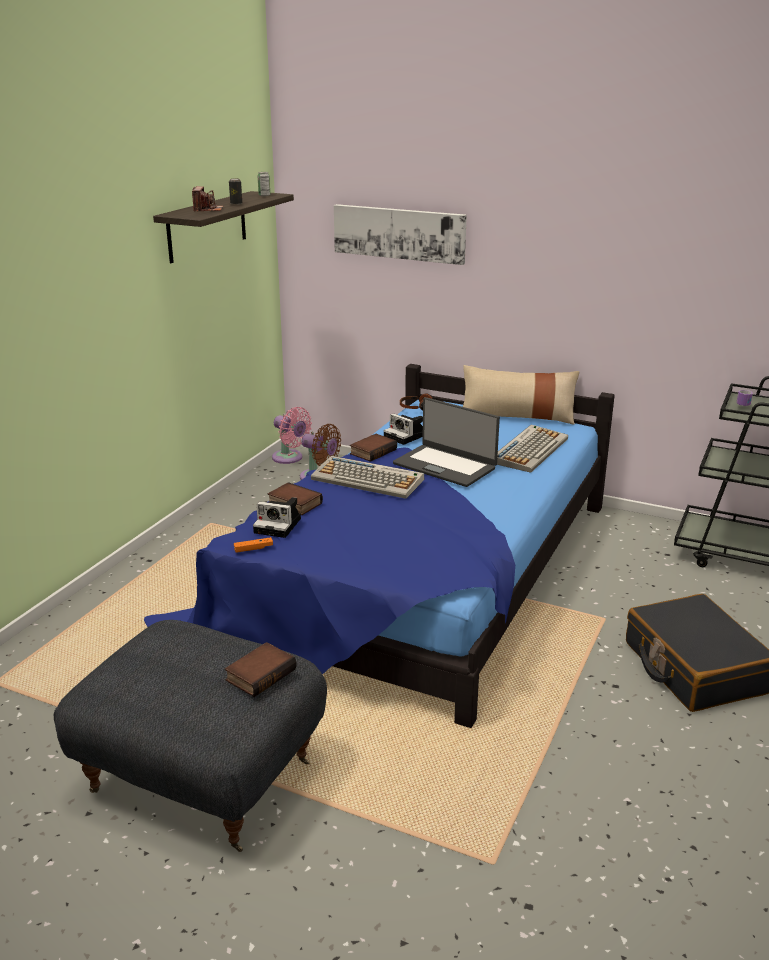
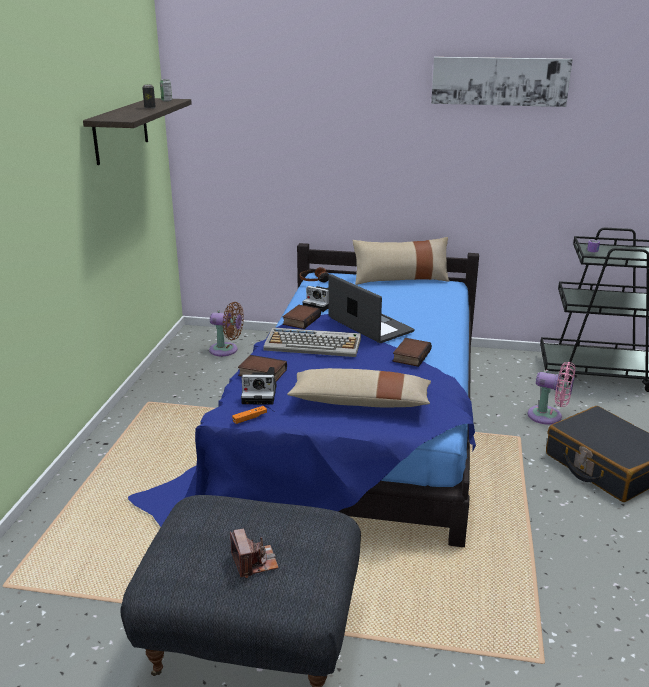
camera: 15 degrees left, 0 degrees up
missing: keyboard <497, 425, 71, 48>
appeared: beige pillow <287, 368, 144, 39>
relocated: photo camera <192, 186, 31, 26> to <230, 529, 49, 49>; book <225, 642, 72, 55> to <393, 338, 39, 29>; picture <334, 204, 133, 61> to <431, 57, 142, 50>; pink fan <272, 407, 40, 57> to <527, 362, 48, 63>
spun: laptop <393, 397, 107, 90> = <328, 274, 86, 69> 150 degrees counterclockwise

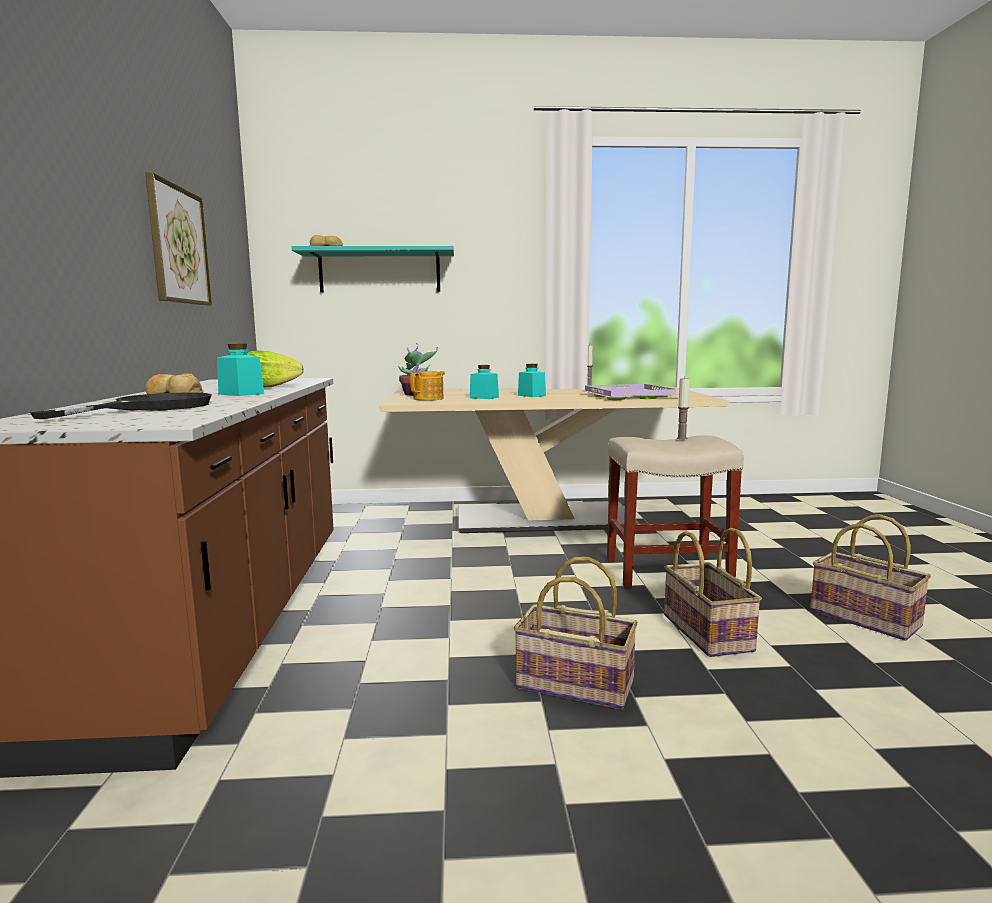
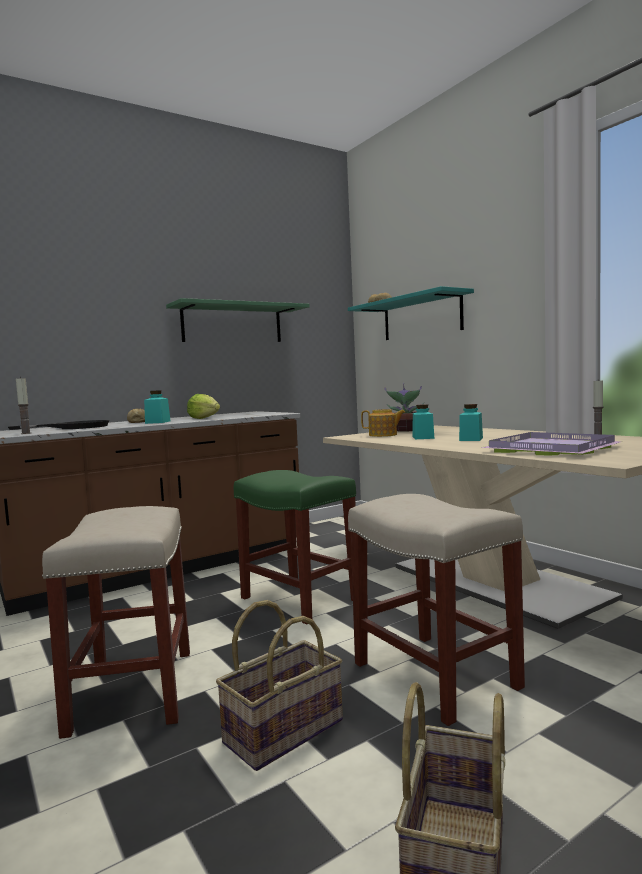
camera: 60 degrees right, 5 degrees down
appeared: green stool <234, 470, 122, 154>
relocated: candle <677, 378, 13, 61> to <16, 377, 15, 57>
exchanged: basket <514, 557, 124, 153> to beige stool <42, 506, 148, 233>; picture <146, 172, 66, 134> to green shelf <166, 298, 144, 44>

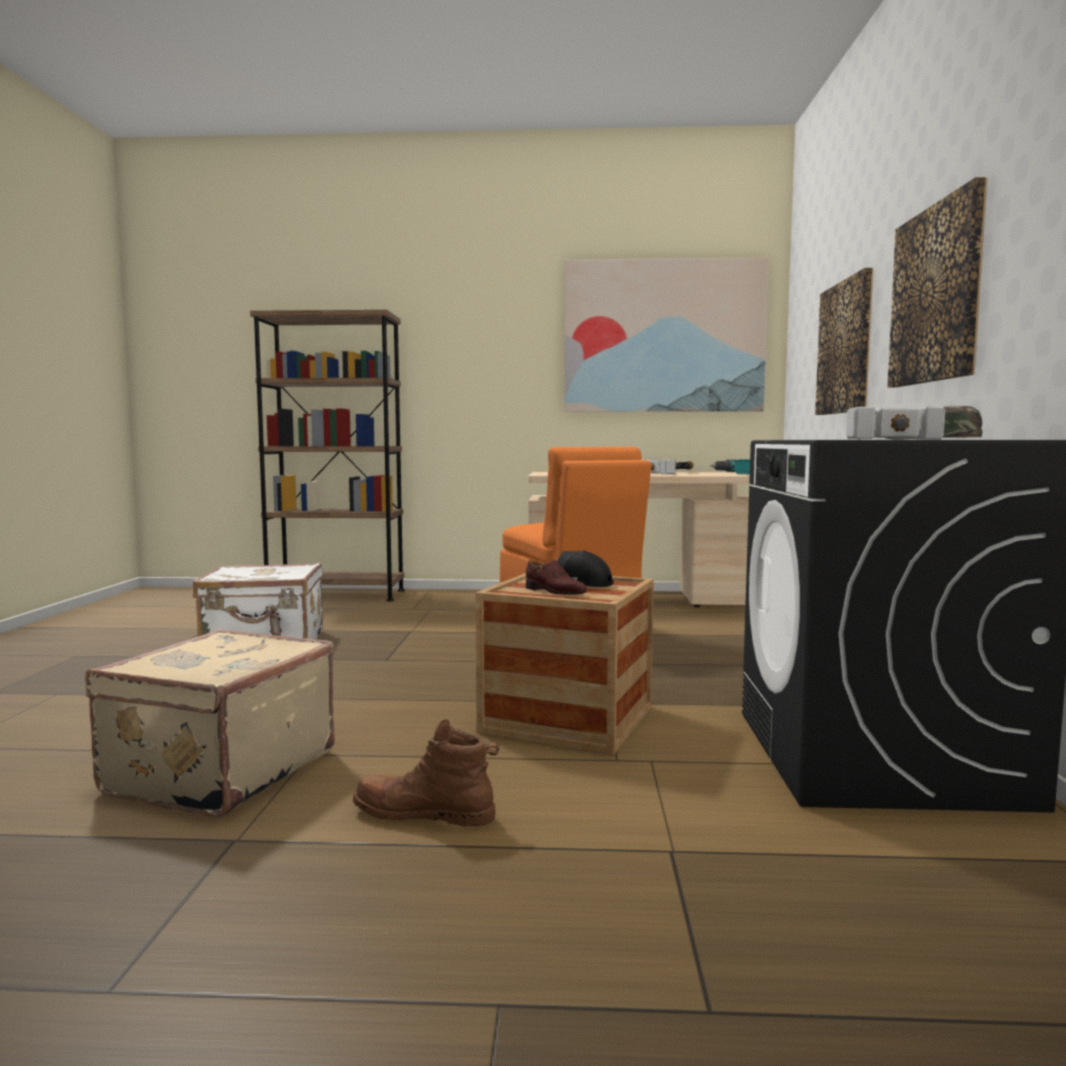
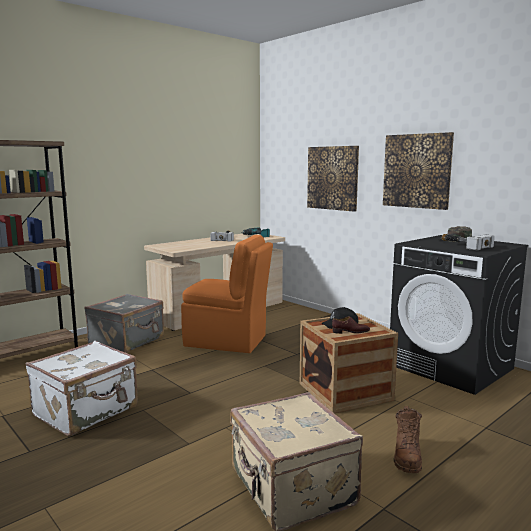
camera: 45 degrees left, 5 degrees up
missing: picture <565, 257, 204, 155>
appeared: grey suitcase <84, 294, 80, 59>
spun: brown boot <353, 719, 147, 108> = <394, 406, 28, 67> 45 degrees counterclockwise

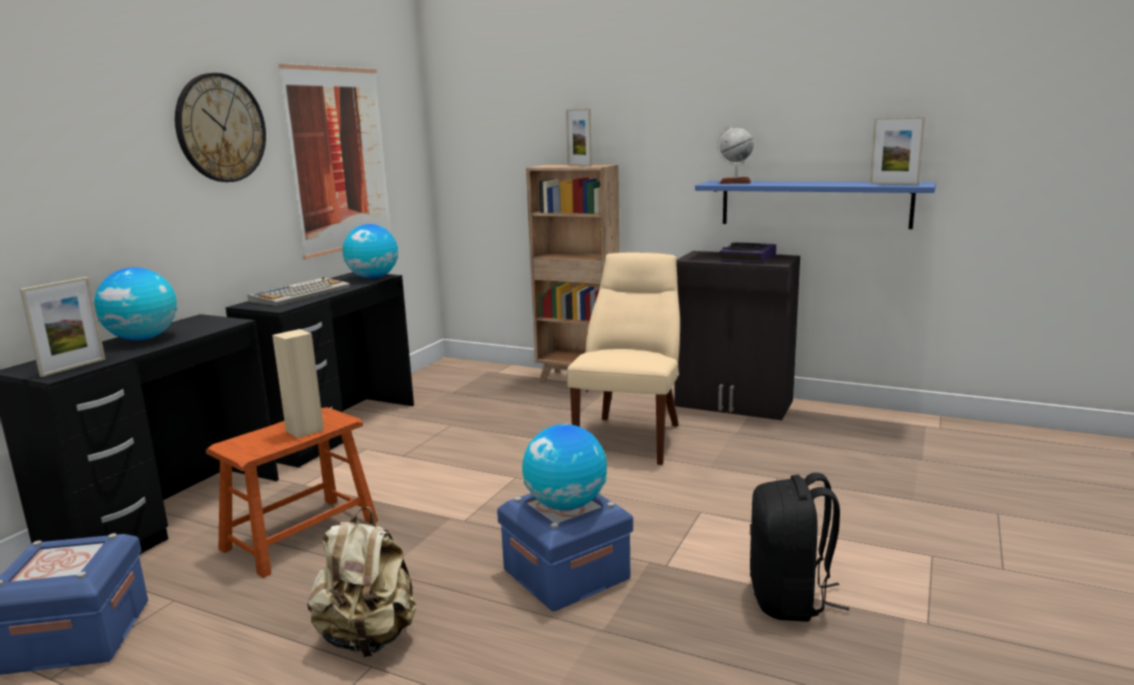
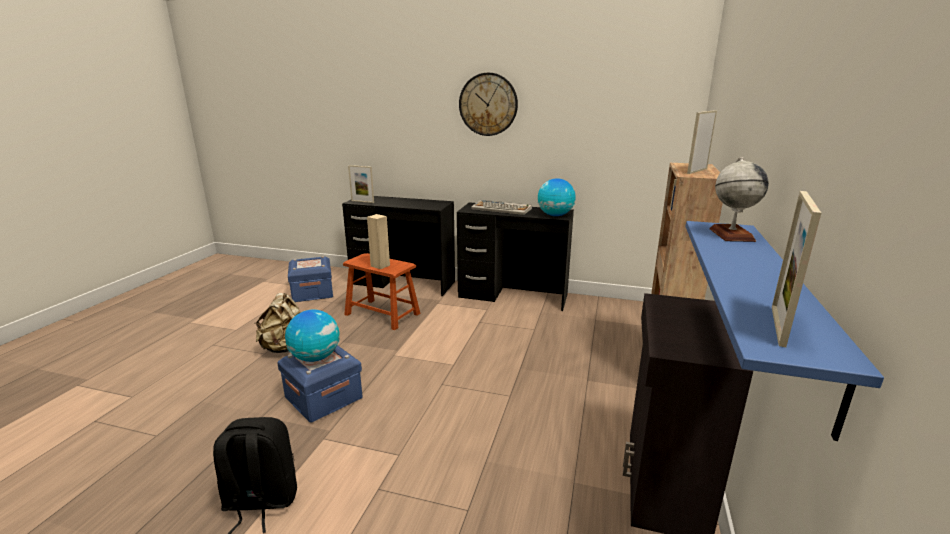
camera: 80 degrees right, 5 degrees up
missing: globe <94, 267, 84, 73>; picture <278, 63, 113, 196>; beige chair <567, 252, 113, 213>; book <719, 242, 57, 21>

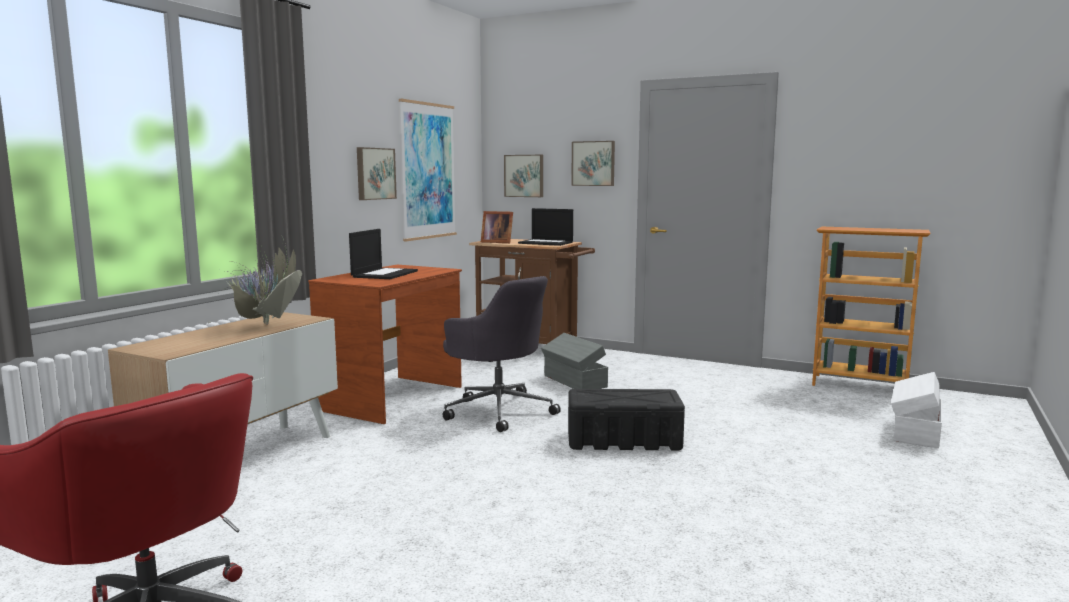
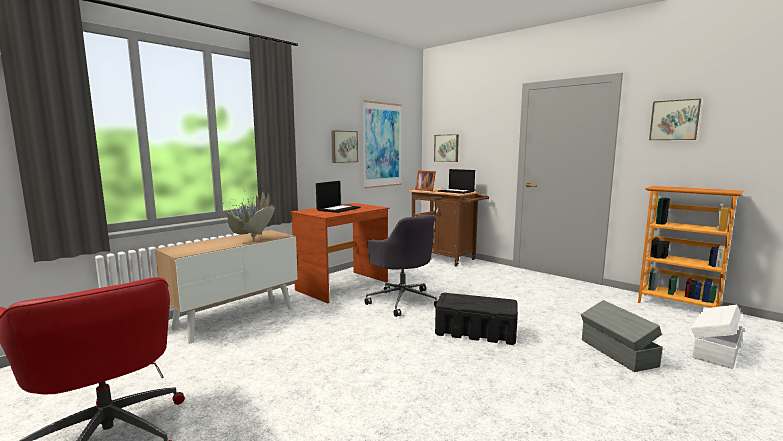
camera: 15 degrees right, 0 degrees up
relocated: grey storage box <541, 333, 67, 56> to <581, 300, 82, 72>; picture <571, 141, 44, 45> to <649, 98, 52, 42>

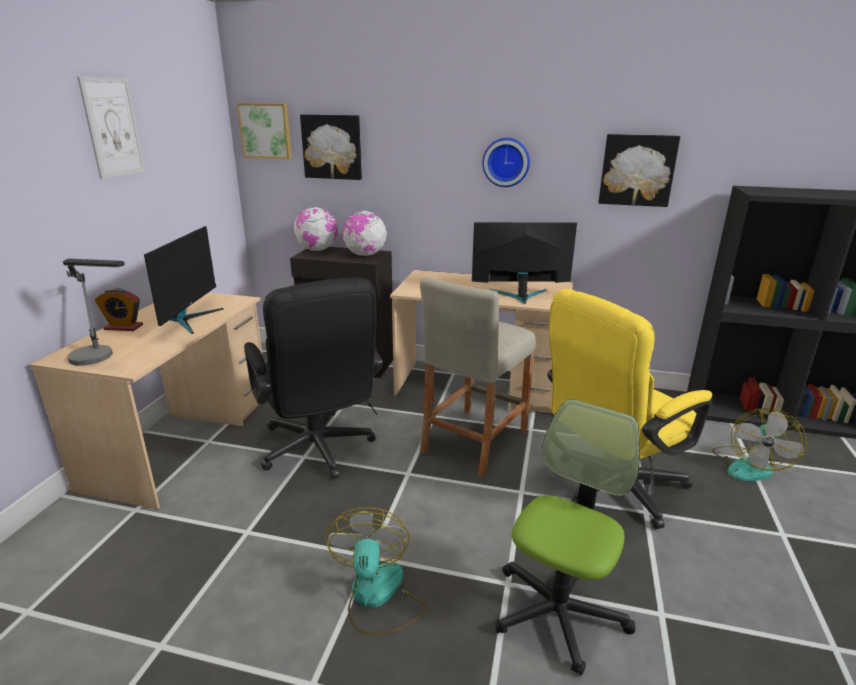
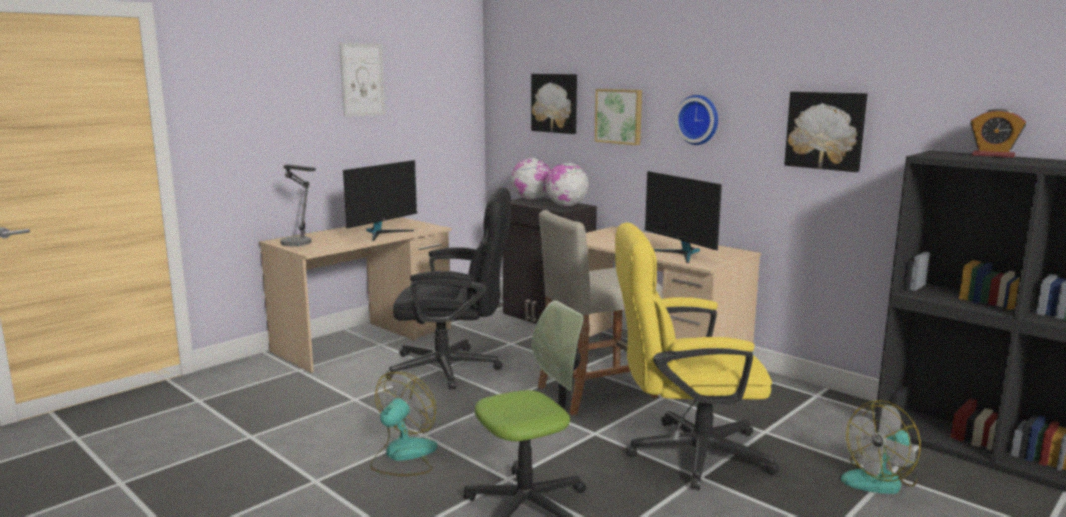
camera: 30 degrees right, 10 degrees down
relocated: picture <237, 103, 55, 56> to <595, 89, 47, 56>; alarm clock <95, 288, 48, 43> to <970, 108, 56, 50>
spun: black office chair <244, 277, 139, 202> = <386, 187, 125, 203> 90 degrees counterclockwise; monitor <472, 222, 105, 82> = <645, 171, 77, 92> 150 degrees counterclockwise

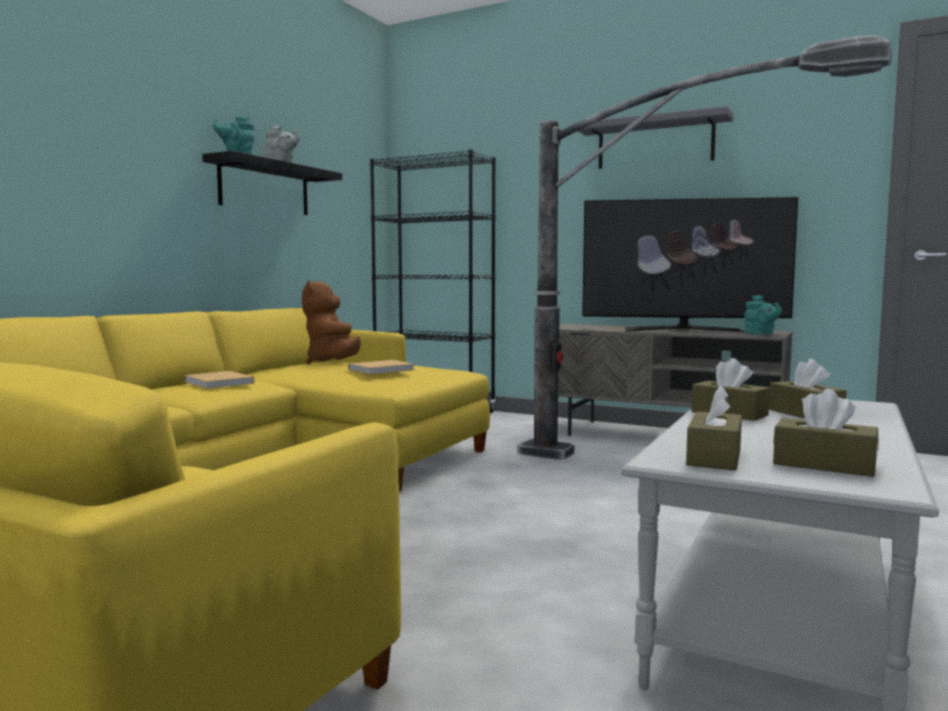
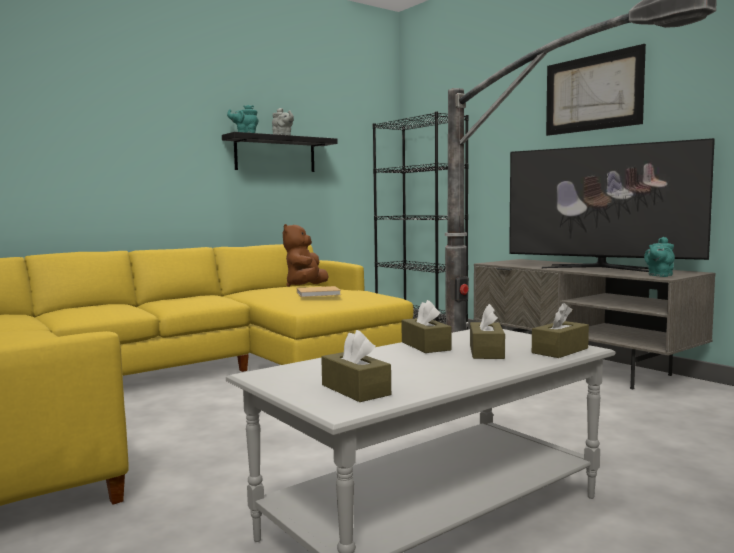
camera: 25 degrees right, 0 degrees up
missing: beige book <184, 371, 70, 18>
relocated: brown tissue box <686, 385, 56, 85> to <532, 303, 57, 55>
exchanged: grey shelf <574, 106, 159, 63> to picture <546, 44, 100, 92>
spun: turquoise teapot <744, 295, 38, 40> = <644, 237, 31, 40> 45 degrees clockwise

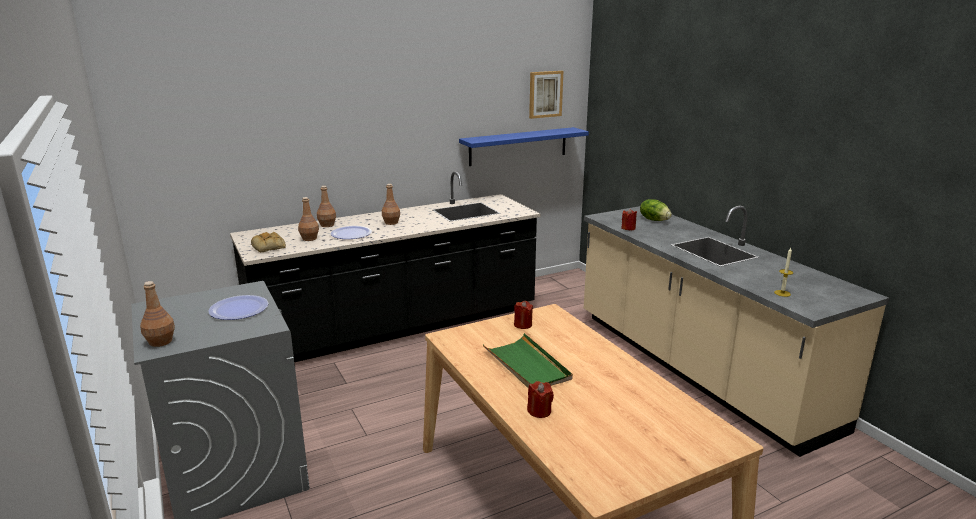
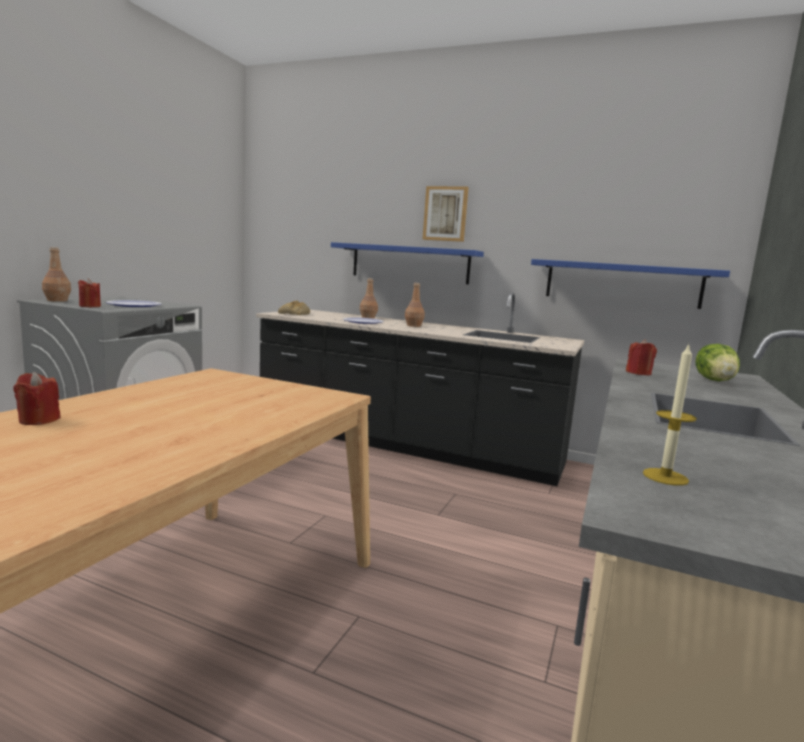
camera: 50 degrees right, 10 degrees down
missing: brown bottle <298, 197, 21, 44>; green tray <483, 333, 90, 55>
appeared: blue shelf <331, 242, 153, 42>
relocated: red candle <514, 301, 19, 28> to <78, 279, 23, 28>; picture <529, 71, 34, 48> to <423, 186, 46, 56>

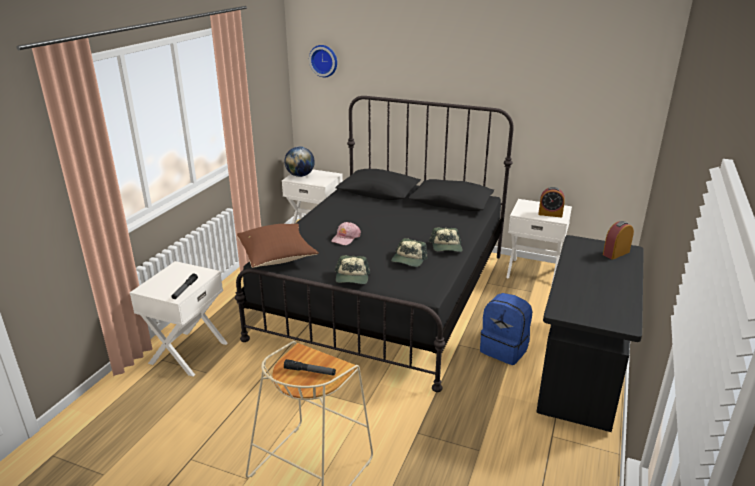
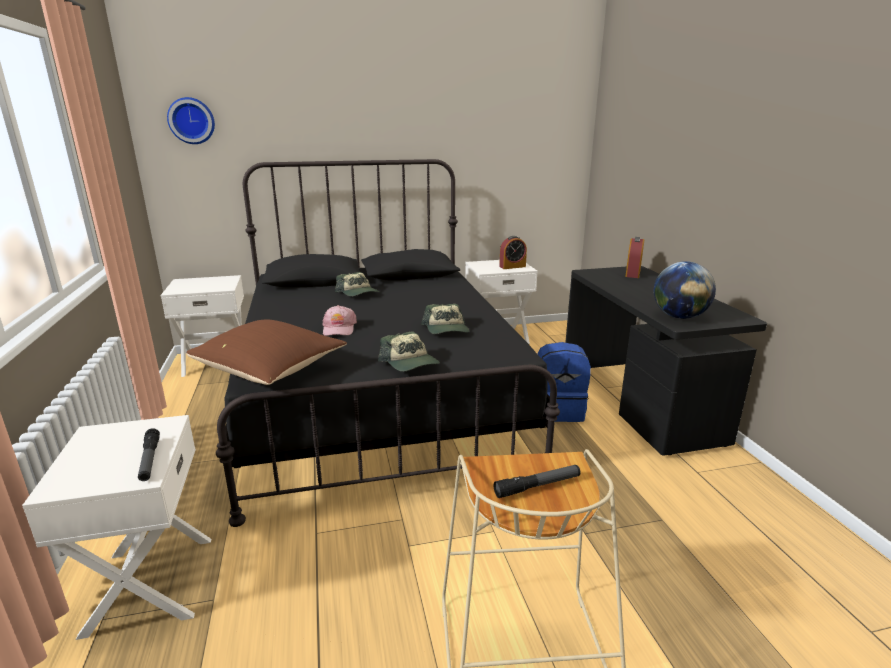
camera: 35 degrees left, 5 degrees down
relocated: cap <429, 227, 34, 25> to <335, 272, 44, 24>; globe <284, 147, 31, 30> to <654, 261, 62, 58>

